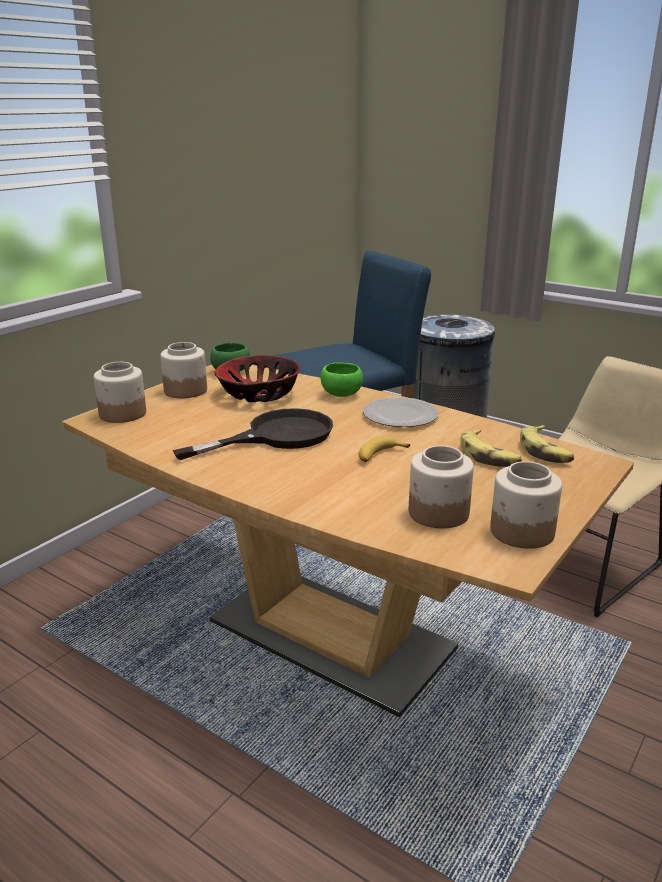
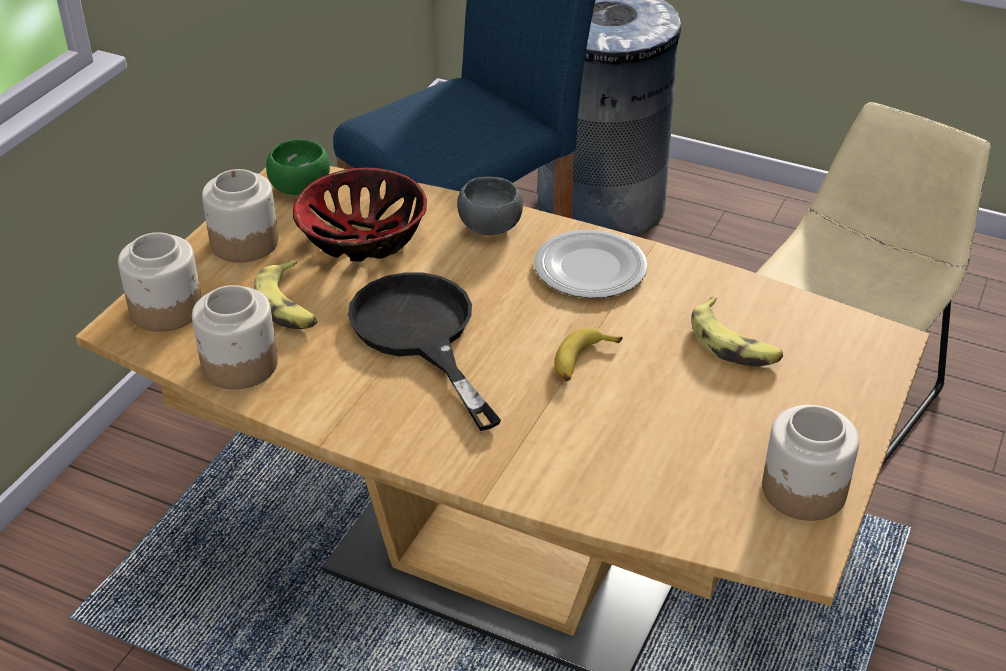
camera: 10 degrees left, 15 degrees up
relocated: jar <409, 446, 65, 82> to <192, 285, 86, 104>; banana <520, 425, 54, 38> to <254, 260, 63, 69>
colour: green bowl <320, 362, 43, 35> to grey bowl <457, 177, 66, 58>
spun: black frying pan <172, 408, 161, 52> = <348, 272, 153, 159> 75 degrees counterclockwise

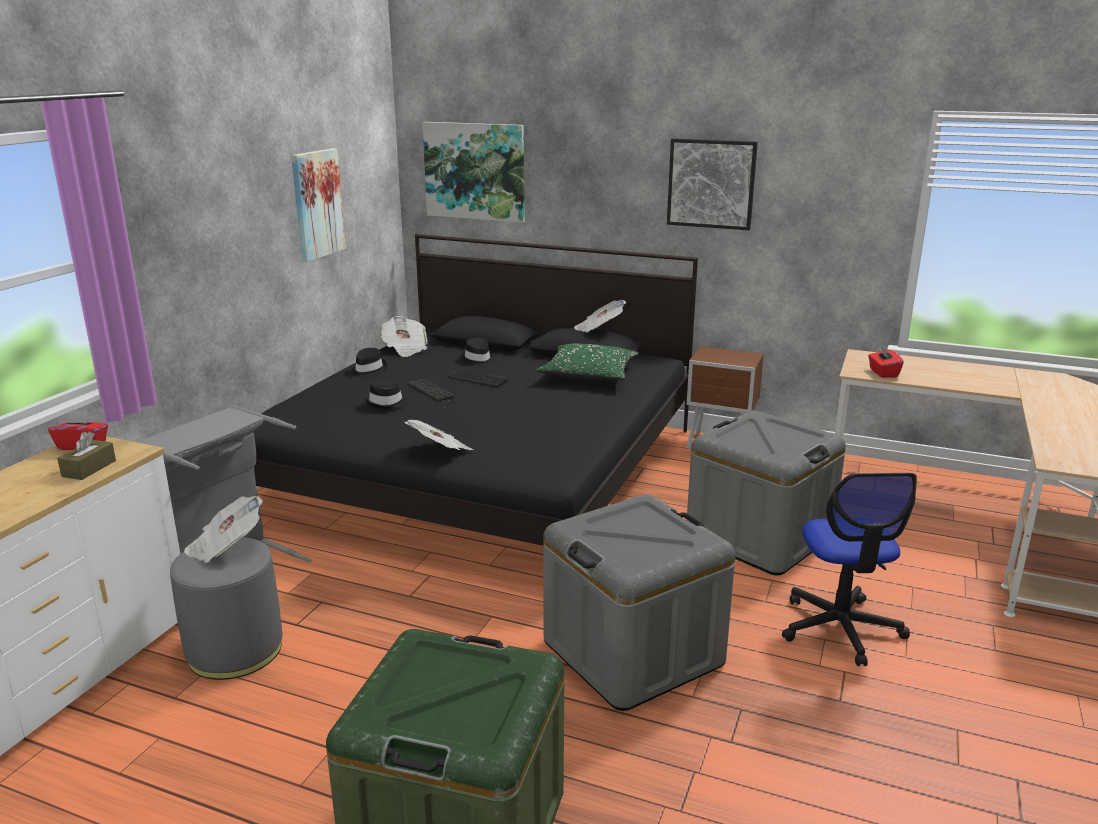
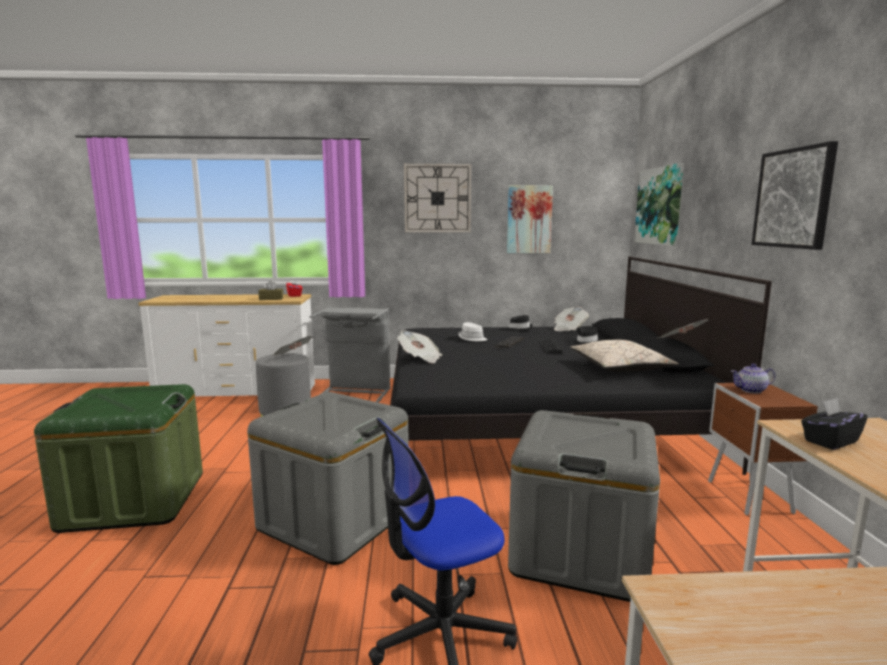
camera: 65 degrees right, 10 degrees down
appeared: wall clock <404, 164, 67, 68>; teapot <731, 364, 44, 29>
colour: black hat <365, 382, 43, 27> to white hat <458, 322, 29, 19>; green pillow <536, 344, 103, 37> to beige pillow <570, 340, 109, 32>; red tissue box <868, 345, 36, 33> to black tissue box <801, 398, 67, 52>

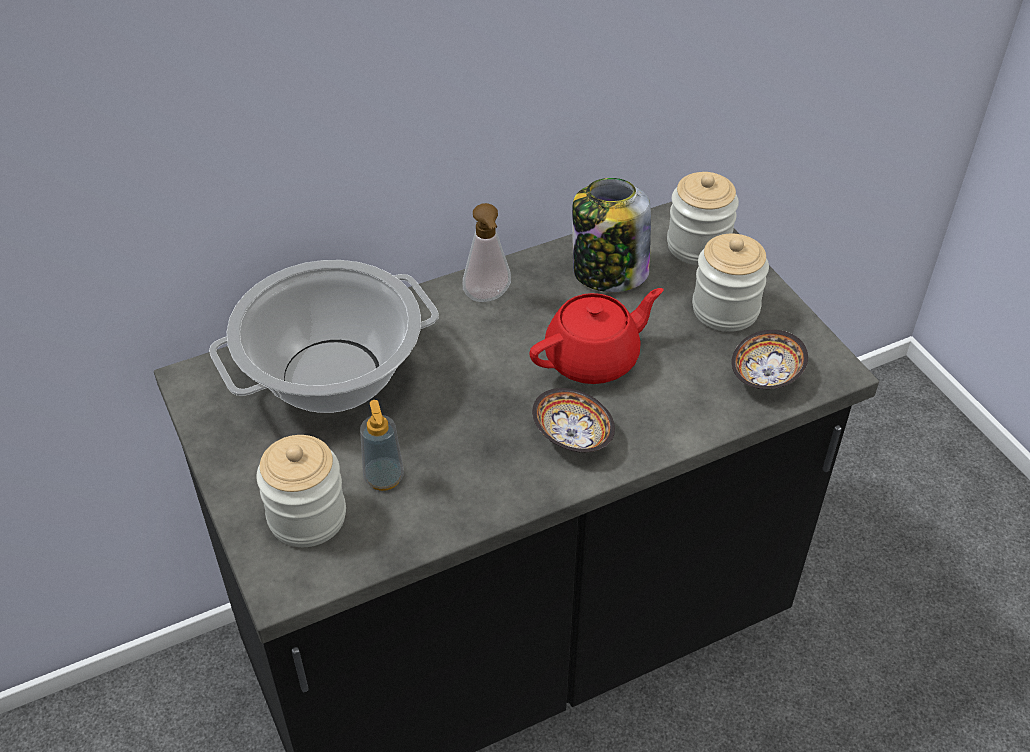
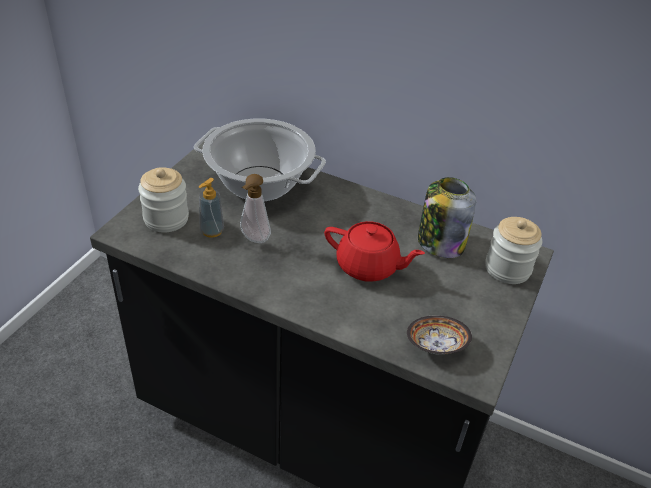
camera: 50 degrees right, 5 degrees down
missing: bowl <532, 388, 83, 65>; jar <692, 234, 77, 98>
relocated: soap dispenser <463, 203, 48, 99> to <240, 174, 31, 69>

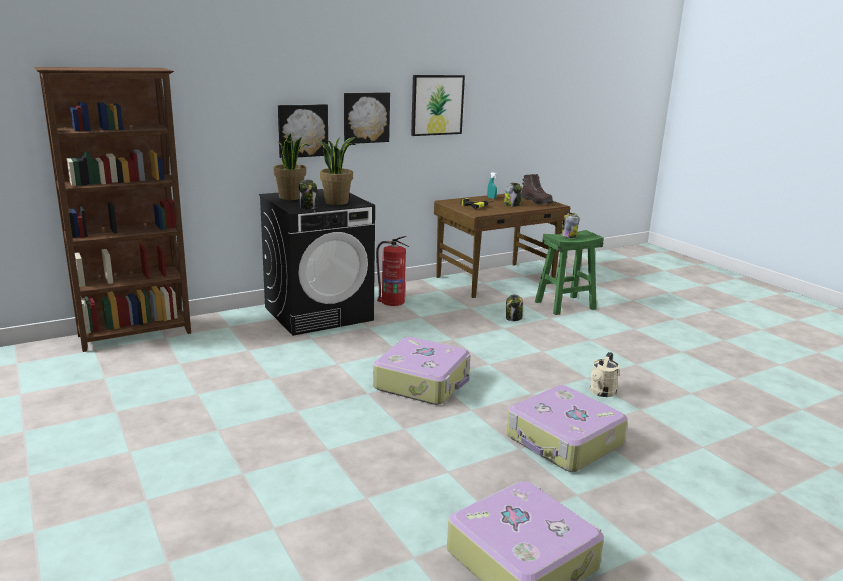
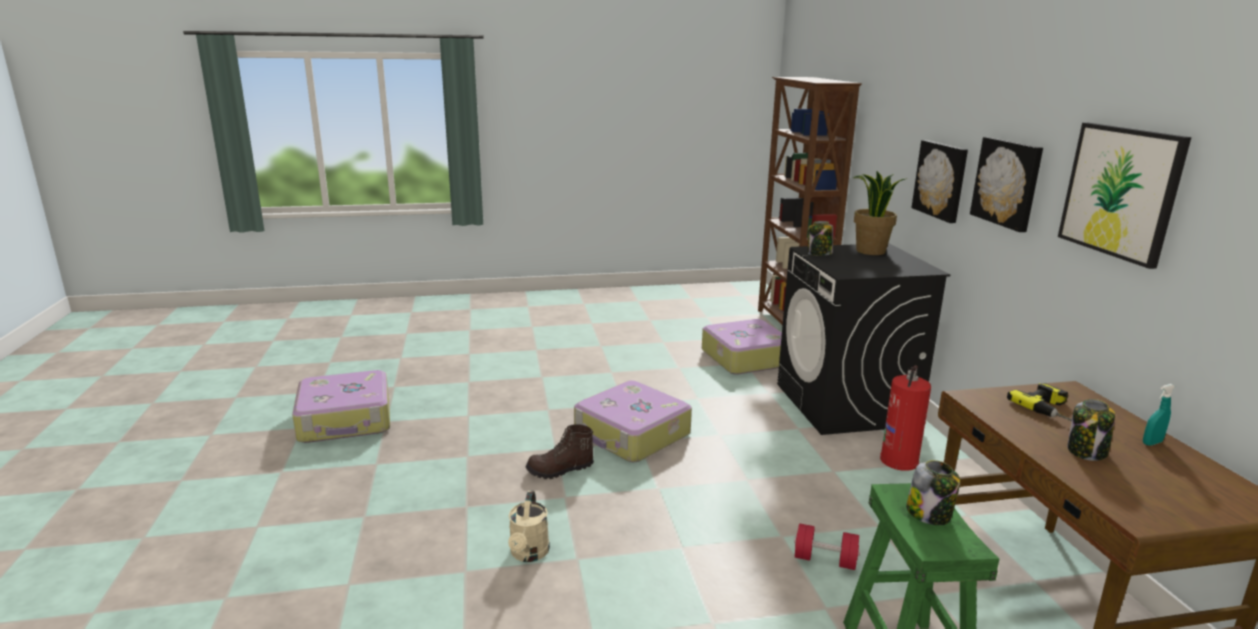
camera: 110 degrees right, 0 degrees up
missing: potted plant <318, 137, 38, 68>
relocated: brown boot <522, 174, 31, 30> to <525, 424, 69, 55>; suitcase <506, 385, 122, 87> to <702, 319, 80, 56>
exchanged: jar <506, 295, 17, 26> to red dumbbell <794, 523, 66, 47>
spun: beige watering can <590, 352, 30, 45> = <508, 491, 42, 71> 135 degrees counterclockwise

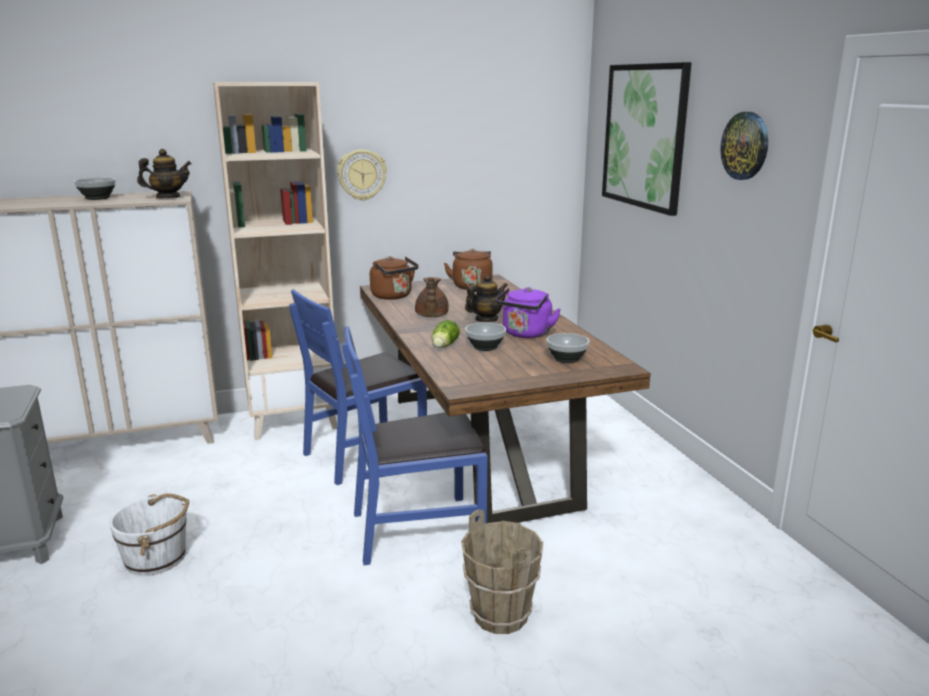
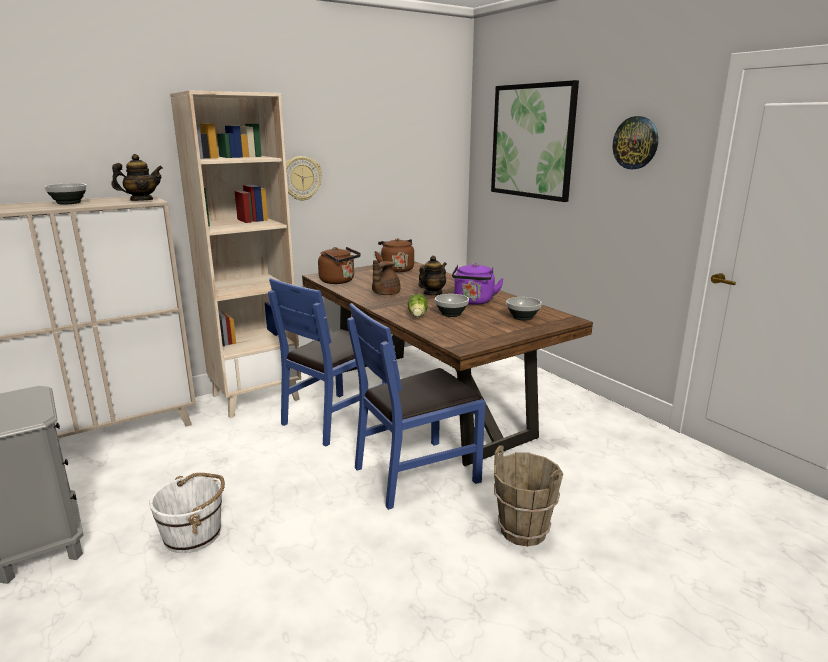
camera: 15 degrees left, 0 degrees up
spun: brown teapot <415, 277, 34, 40> = <372, 260, 28, 35> 45 degrees clockwise

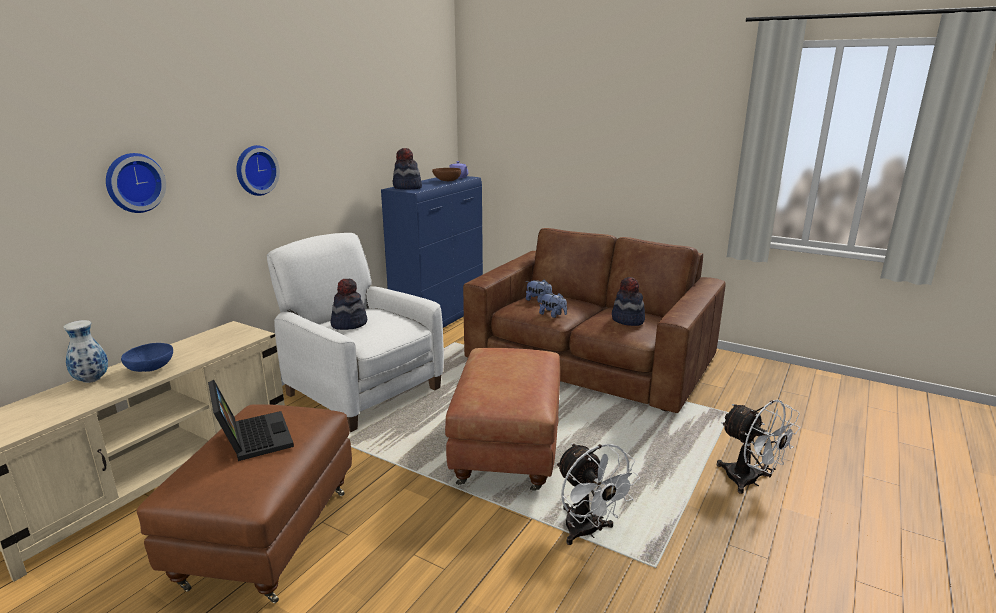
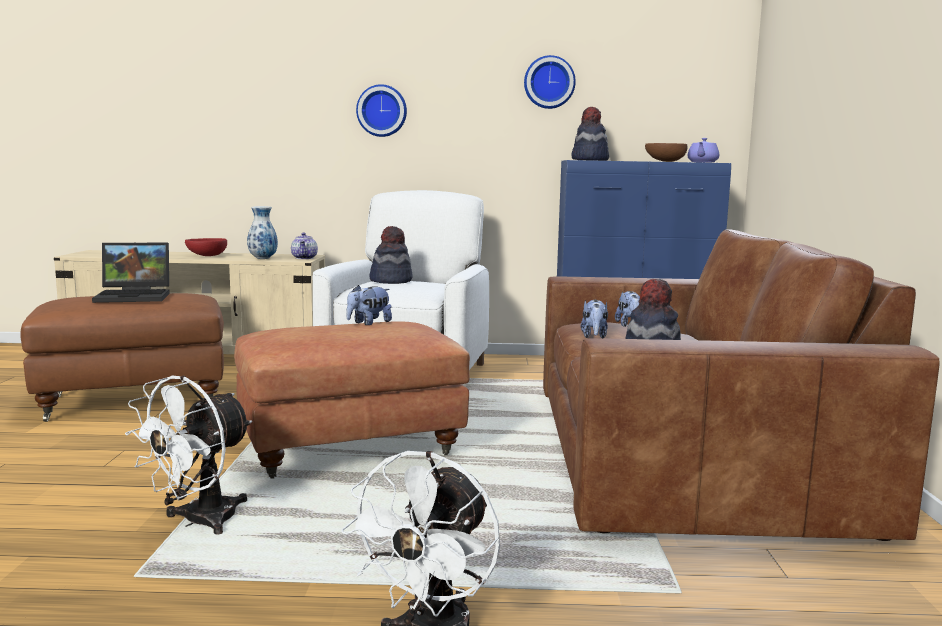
camera: 60 degrees right, 10 degrees down
appeared: teapot <291, 233, 27, 26>; plush toy <346, 285, 46, 40>
relocated: vase <63, 320, 45, 63> to <247, 206, 31, 53>; wall clock <106, 153, 60, 60> to <524, 55, 52, 54>
colour: blue bowl <121, 343, 52, 29> to red bowl <185, 238, 42, 18>
spun: laptop <208, 380, 86, 81> = <92, 243, 78, 60> 45 degrees clockwise

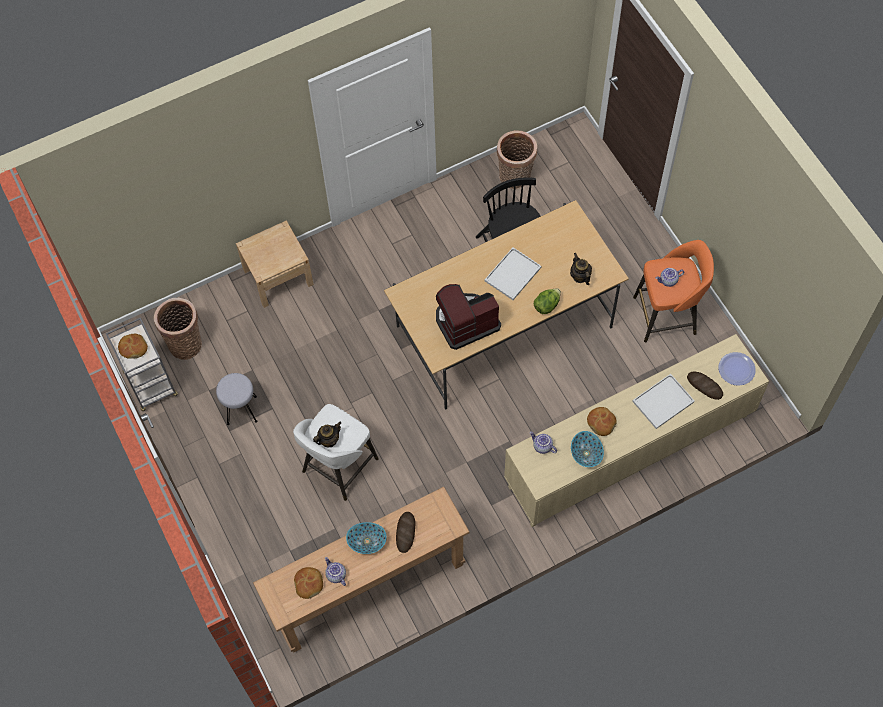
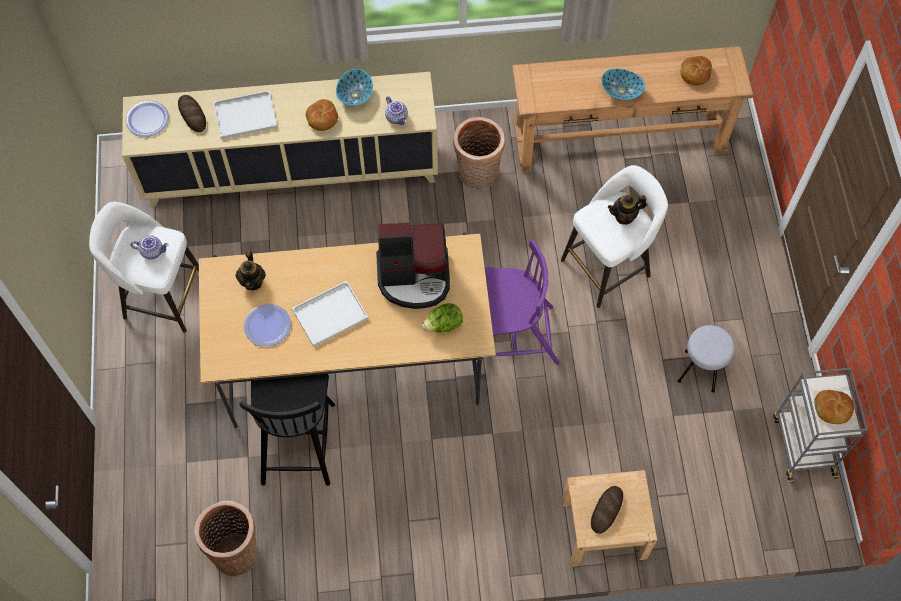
camera: 160 degrees left, 0 degrees up
missing: teapot <325, 557, 21, 29>
appeared: plate <244, 304, 47, 43>; purple chair <476, 239, 84, 128>
relocated: lettuce <534, 288, 27, 26> to <422, 304, 41, 29>; basket <154, 298, 48, 62> to <453, 117, 52, 72>; bread <396, 512, 19, 41> to <591, 486, 32, 48>
colour: orange stool <633, 240, 81, 102> to white stool <89, 202, 110, 131>

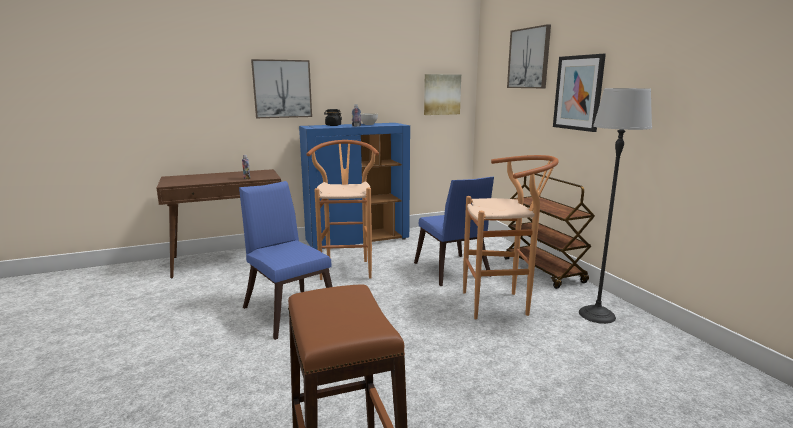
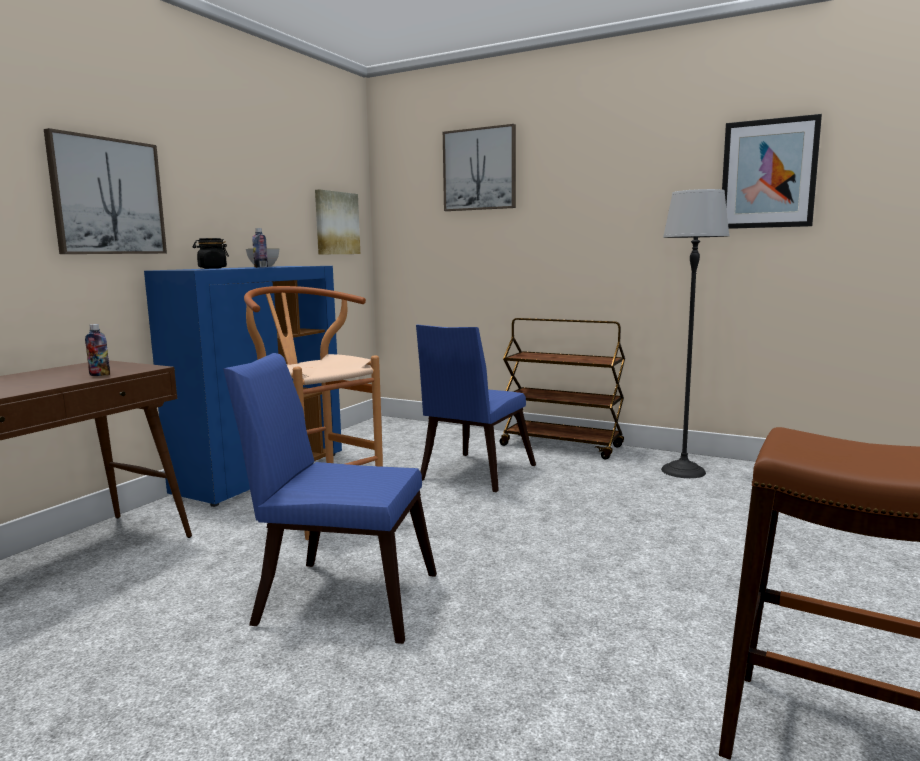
camera: 40 degrees left, 5 degrees down
missing: brown stool <463, 155, 96, 164>
relocated: picture <553, 54, 53, 78> to <722, 114, 100, 115>
spun: blue chair <414, 177, 80, 109> = <416, 325, 120, 167> 90 degrees clockwise

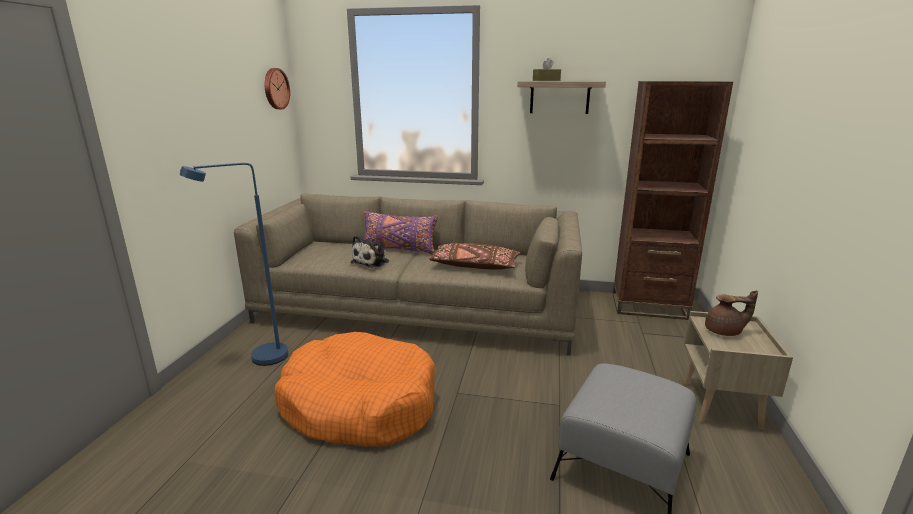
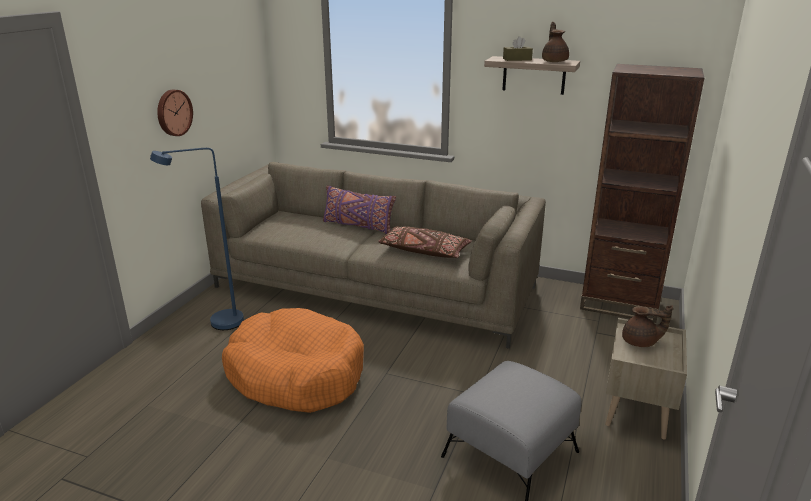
camera: 10 degrees right, 5 degrees up
missing: plush toy <351, 235, 38, 33>
appeared: brown teapot <542, 22, 27, 40>
relocated: wall clock <265, 68, 25, 41> to <157, 90, 36, 46>

